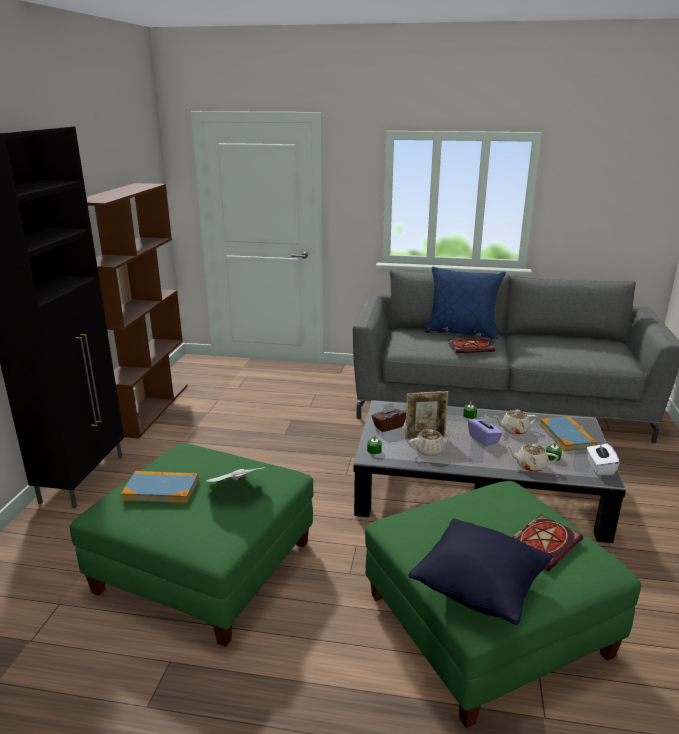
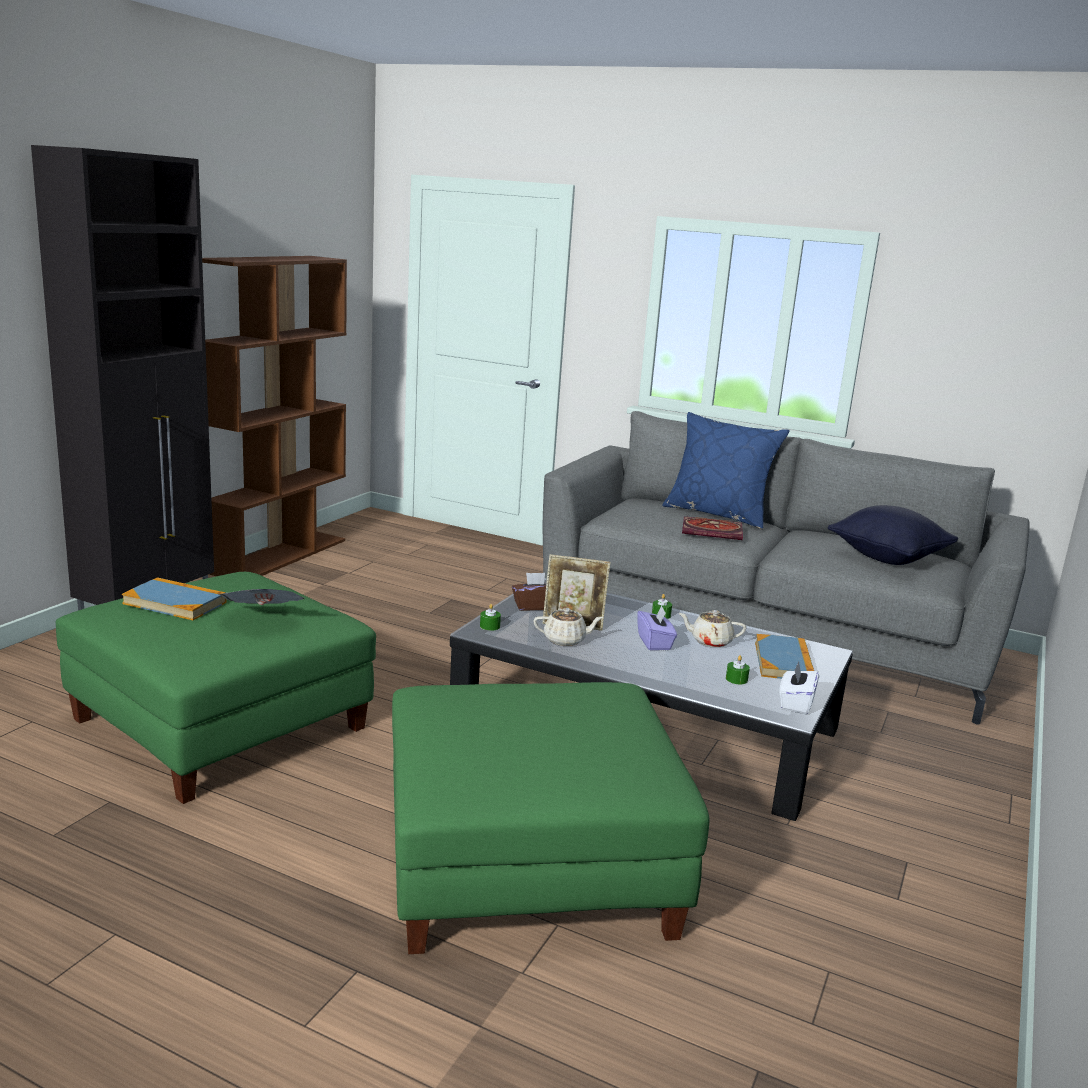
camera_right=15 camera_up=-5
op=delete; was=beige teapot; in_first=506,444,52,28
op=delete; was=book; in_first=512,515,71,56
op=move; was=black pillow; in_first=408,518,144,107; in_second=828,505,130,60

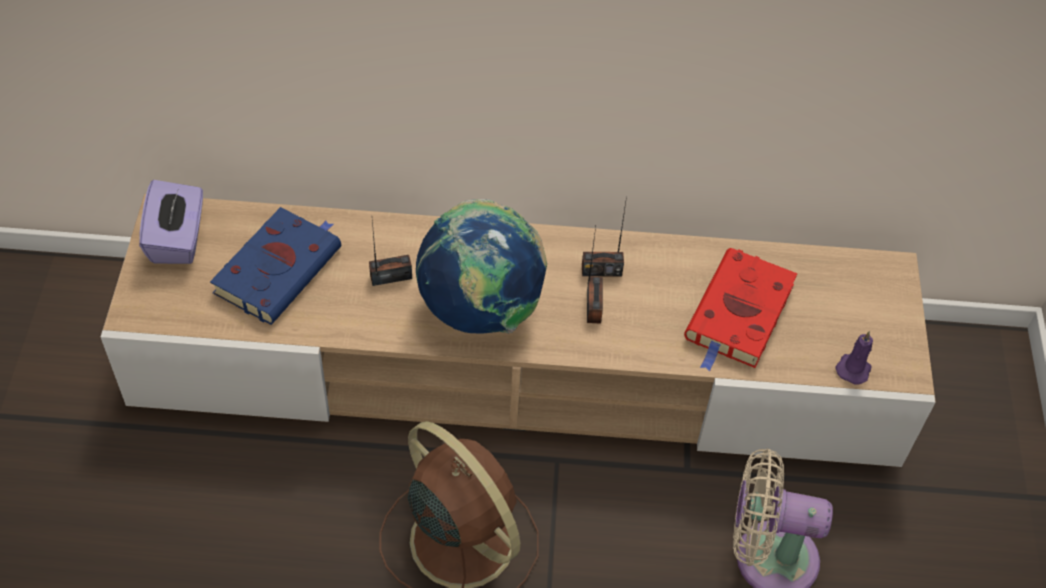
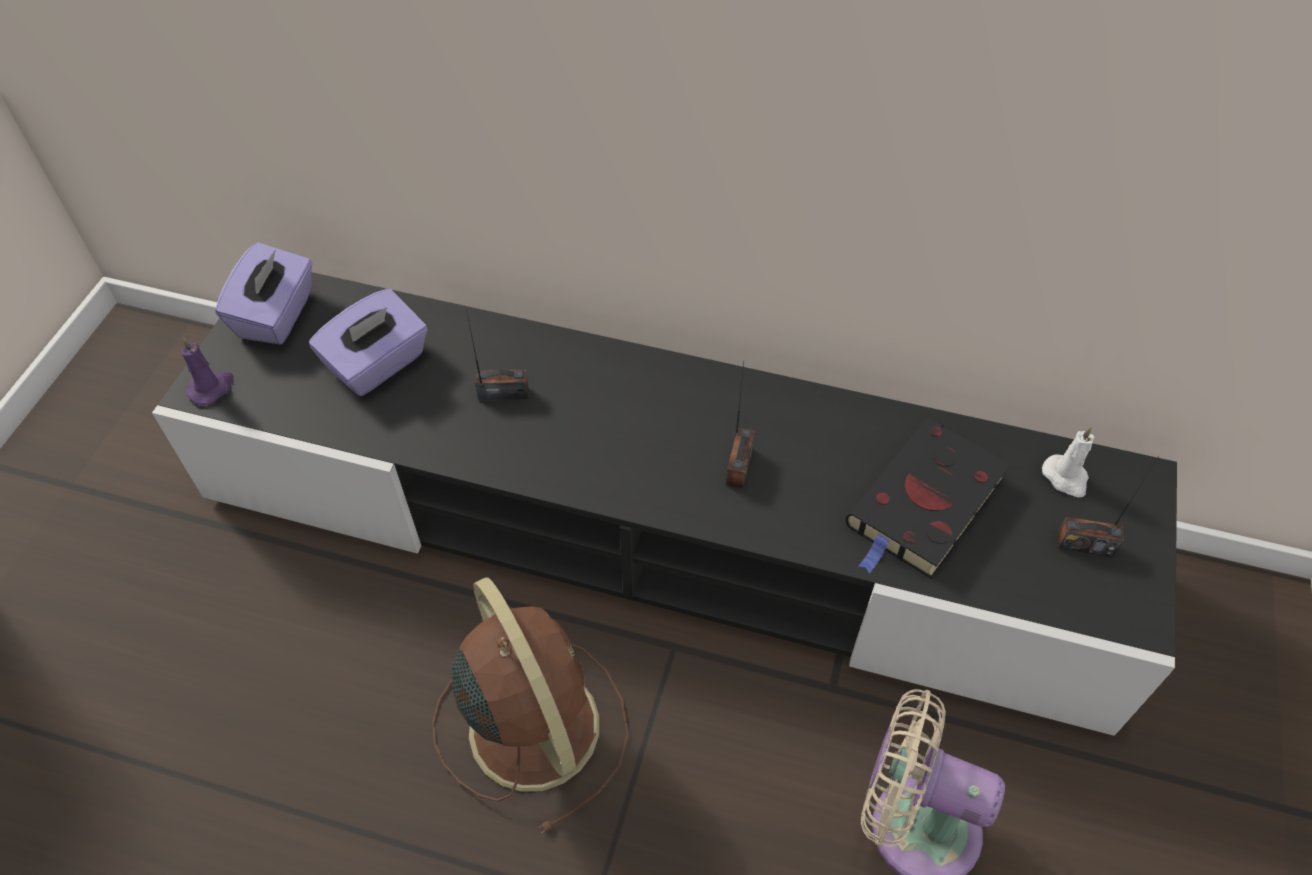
camera_right=15 camera_up=0
op=recolor; was=beige tv stand; now=black tv stand; in_first=101,194,835,273; in_second=152,272,1025,464
op=move; was=radio; in_first=582,196,45,81; in_second=1057,458,101,99
op=delete; was=globe; in_first=416,199,131,135
op=replace; was=blue book; now=purple tissue box; in_first=210,207,131,118; in_second=309,289,119,107
op=recolor; was=red book; now=black book; in_first=684,248,114,124; in_second=846,419,164,160
op=move; was=purple candle; in_first=836,331,37,53; in_second=181,337,53,68
op=insert; now=white candle; in_second=1042,426,52,72

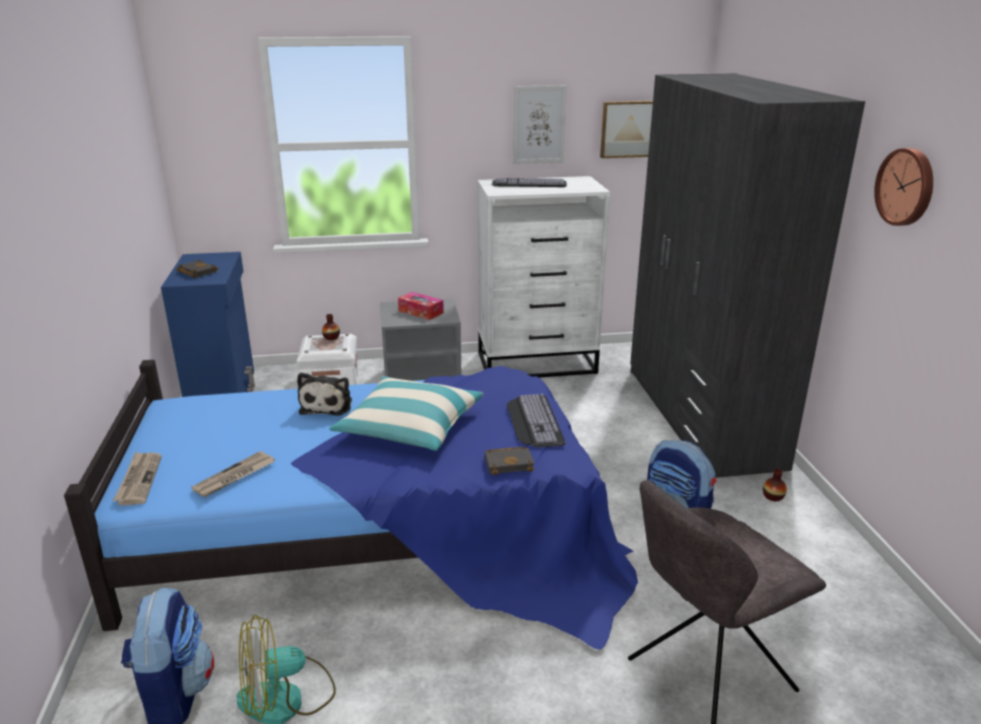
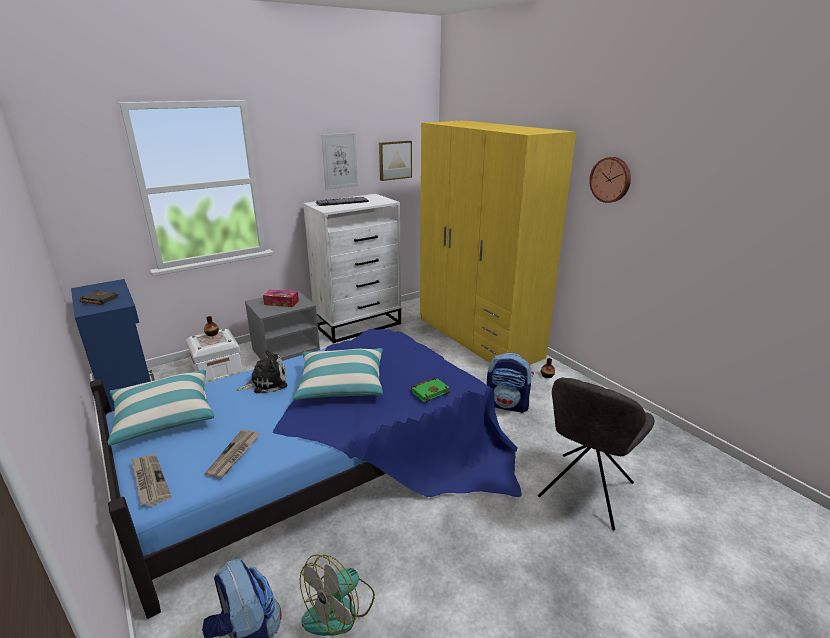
camera_right=-25 camera_up=0
op=recolor; was=grey wardrobe; now=yellow wardrobe; in_first=630,74,235,404; in_second=420,120,156,245
op=rotate; was=plush toy; in_first=297,372,55,44; in_second=237,350,50,43; clockwise=-90
op=delete; was=keyboard; in_first=507,394,58,54
op=recolor; was=black book; now=green book; in_first=485,446,50,29; in_second=411,378,39,24
op=insert; now=pillow; in_second=108,369,106,77

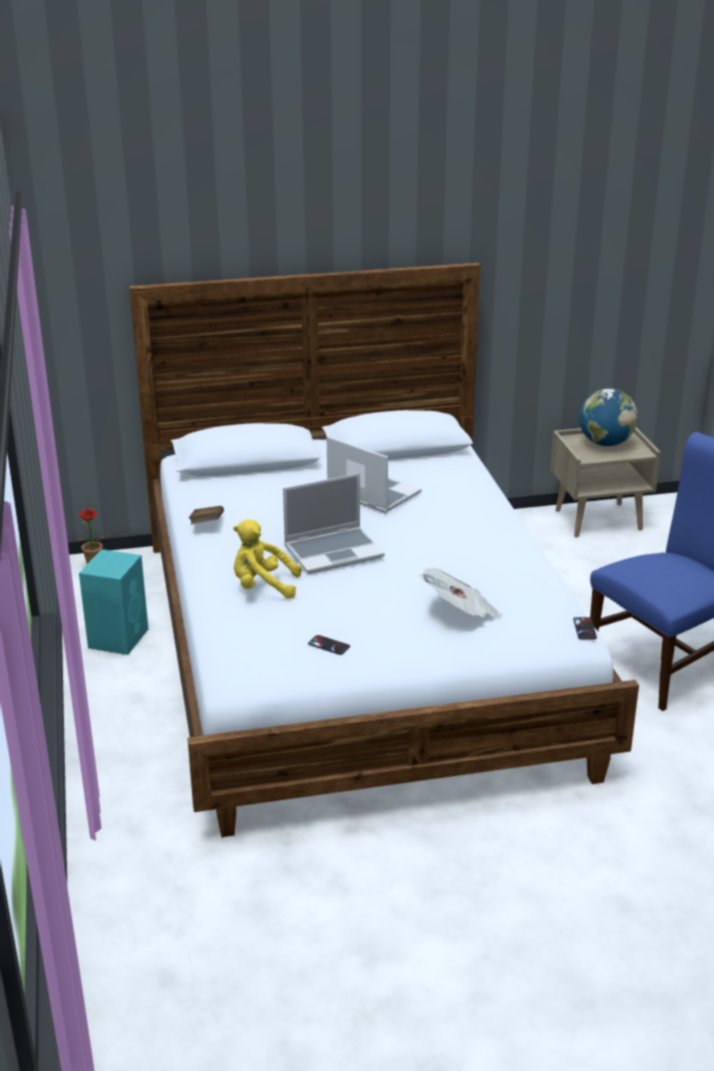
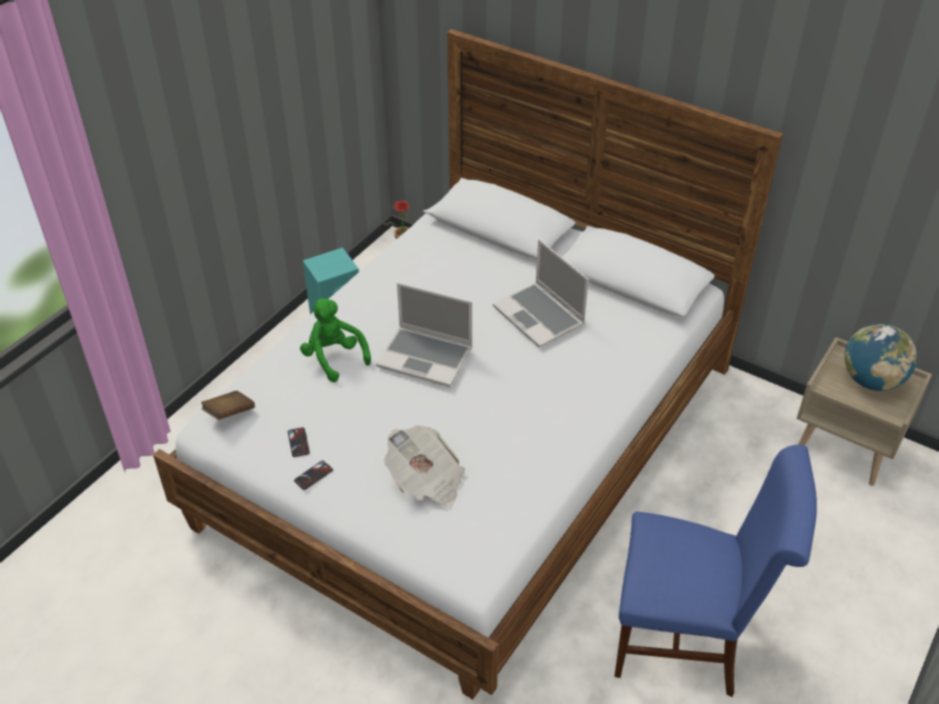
camera_right=45 camera_up=15
op=rotate; was=laptop; in_first=327,436,95,77; in_second=493,239,96,109; clockwise=150
op=move; was=brown book; in_first=189,506,35,19; in_second=201,391,54,29
op=recolor; was=yellow plush toy; now=green plush toy; in_first=233,519,68,80; in_second=300,298,71,84
op=move; was=phone; in_first=573,617,24,22; in_second=294,461,39,29

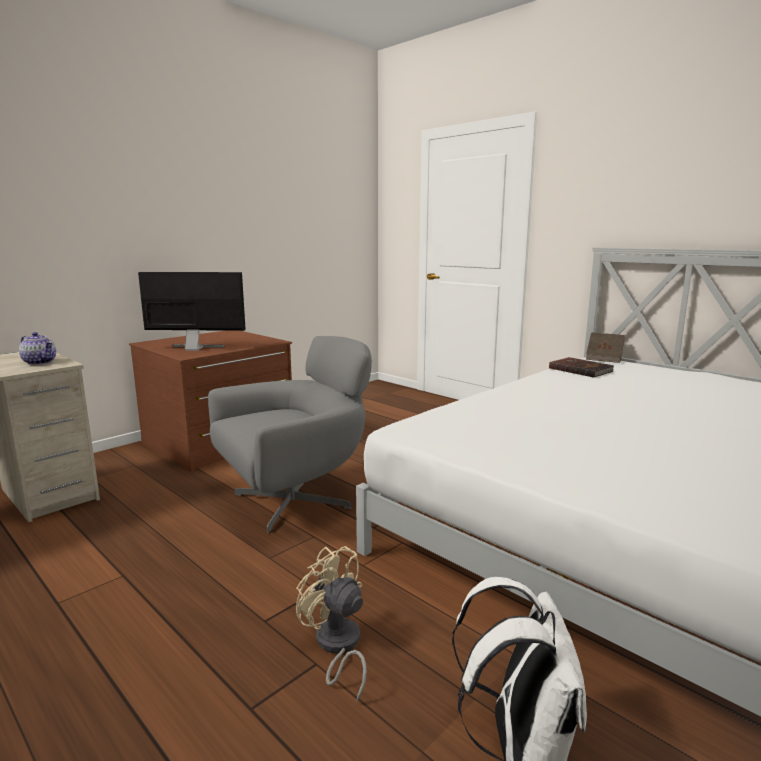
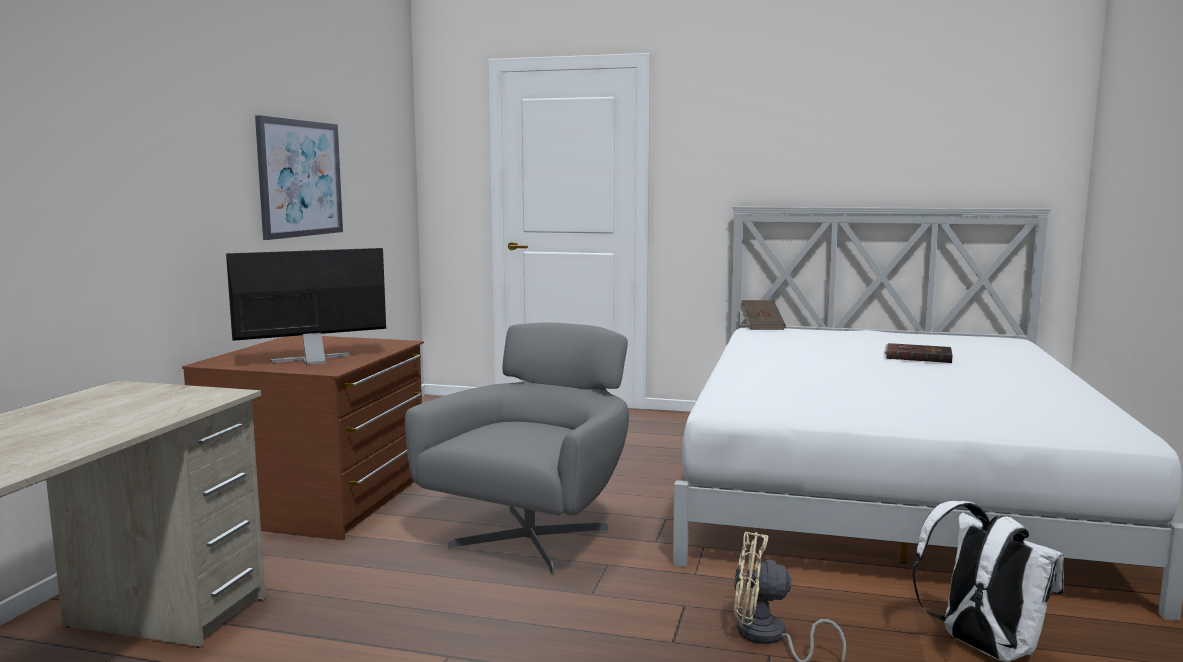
camera_right=-30 camera_up=-5
op=delete; was=teapot; in_first=19,332,37,33
op=move; was=brown book; in_first=549,357,65,21; in_second=884,343,69,20
op=insert; now=picture; in_second=255,115,88,125

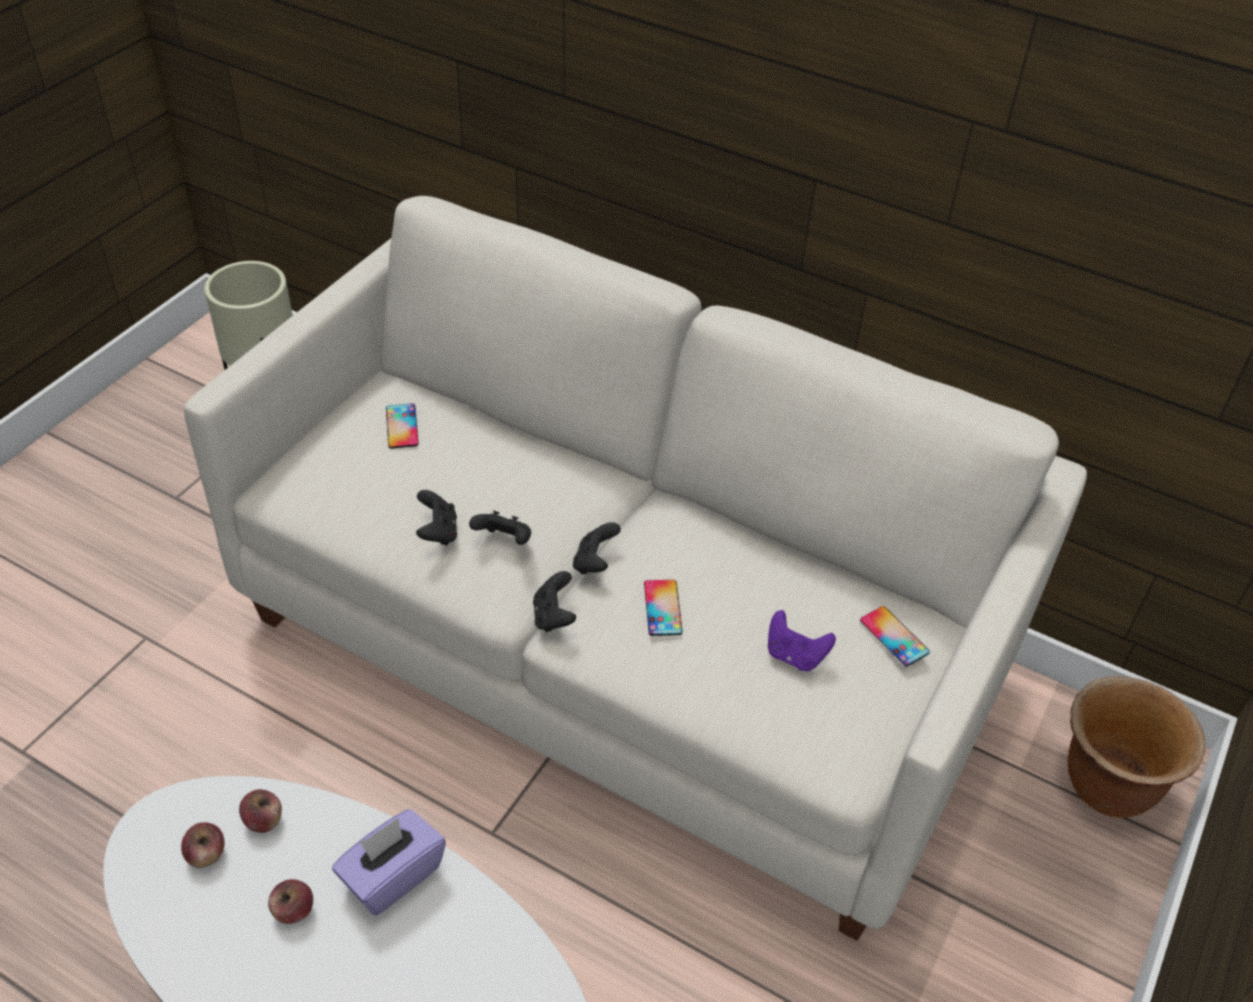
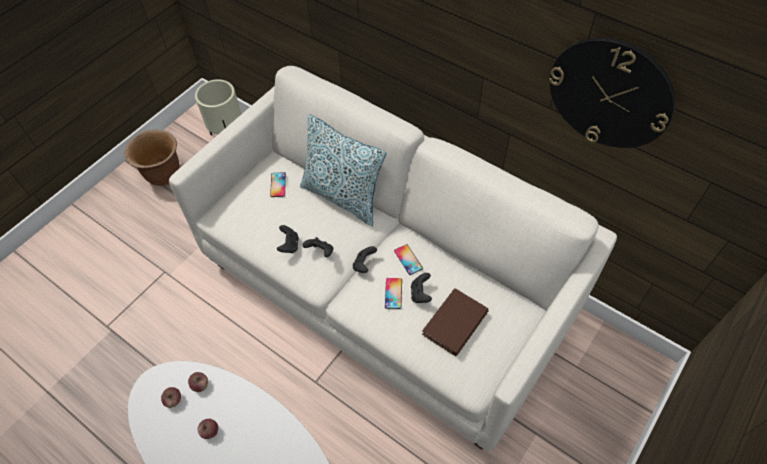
camera_right=10 camera_up=10
op=move; was=black game controller; in_first=533,571,43,61; in_second=411,273,21,30
op=move; was=phone; in_first=860,606,70,61; in_second=394,244,29,31
op=replace; was=purple game controller; now=brown book; in_first=768,610,68,61; in_second=422,288,67,68
op=move; was=brown planter; in_first=1068,676,137,142; in_second=124,130,55,56
op=delete; was=purple tissue box; in_first=332,809,114,107
op=insert; now=wall clock; in_second=549,37,127,111
op=insert; now=pillow; in_second=300,114,87,112

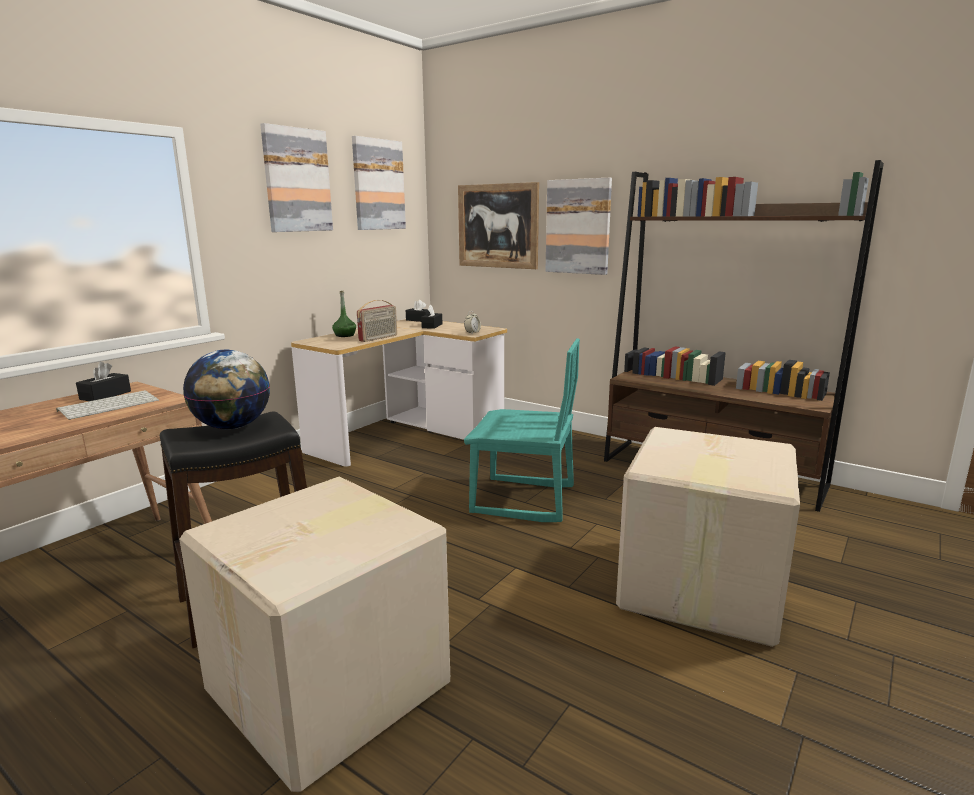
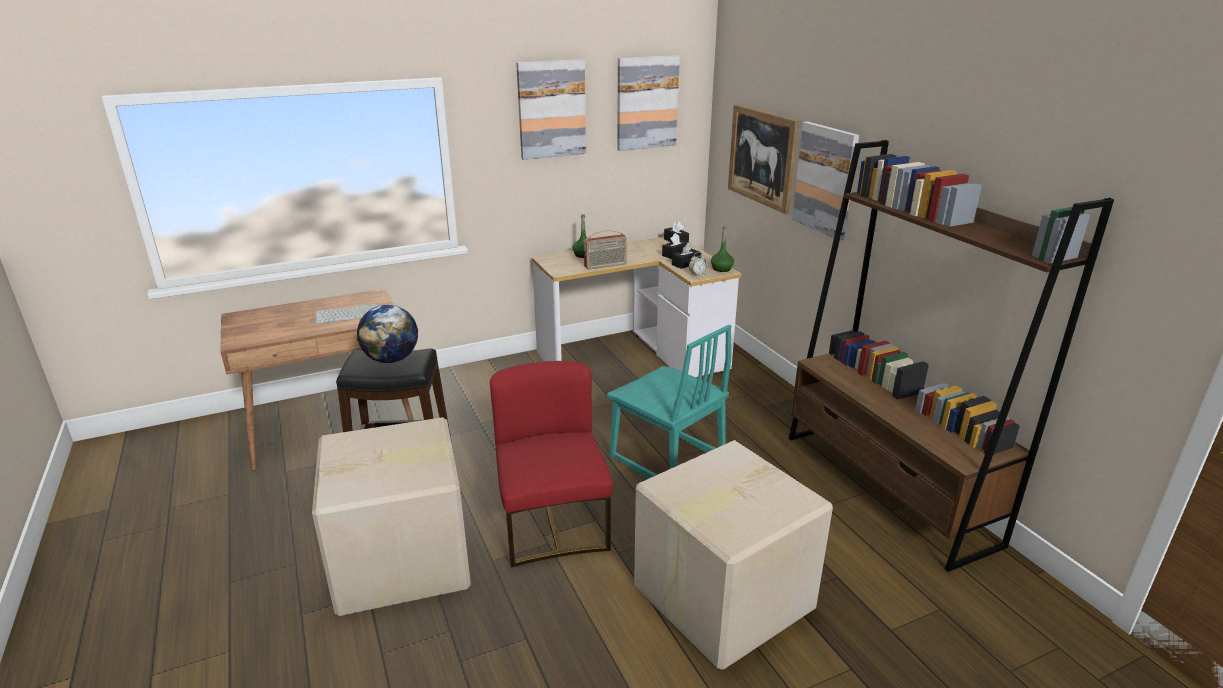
camera_right=30 camera_up=10
op=move; was=black tissue box; in_first=76,362,55,39; in_second=672,242,29,27
op=insert; now=green bottle; in_second=711,226,23,46
op=insert; now=red chair; in_second=490,361,123,206

